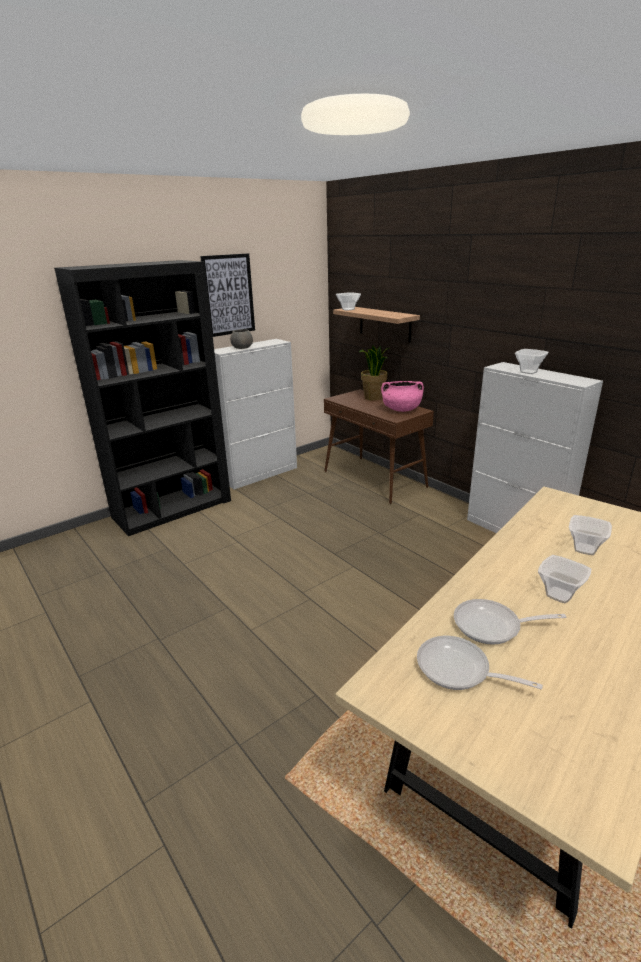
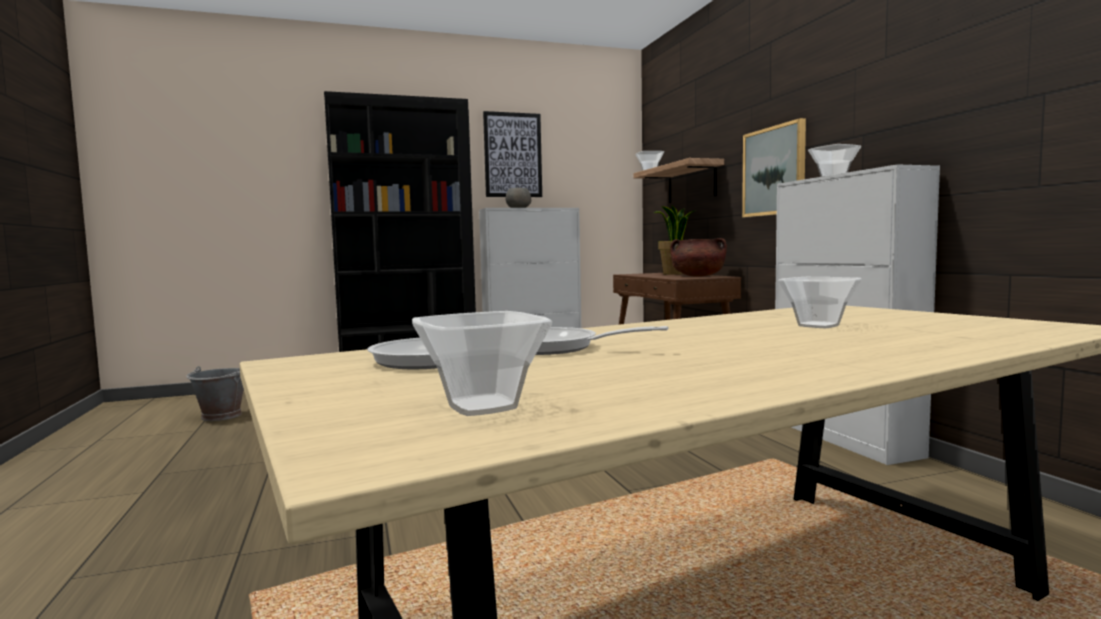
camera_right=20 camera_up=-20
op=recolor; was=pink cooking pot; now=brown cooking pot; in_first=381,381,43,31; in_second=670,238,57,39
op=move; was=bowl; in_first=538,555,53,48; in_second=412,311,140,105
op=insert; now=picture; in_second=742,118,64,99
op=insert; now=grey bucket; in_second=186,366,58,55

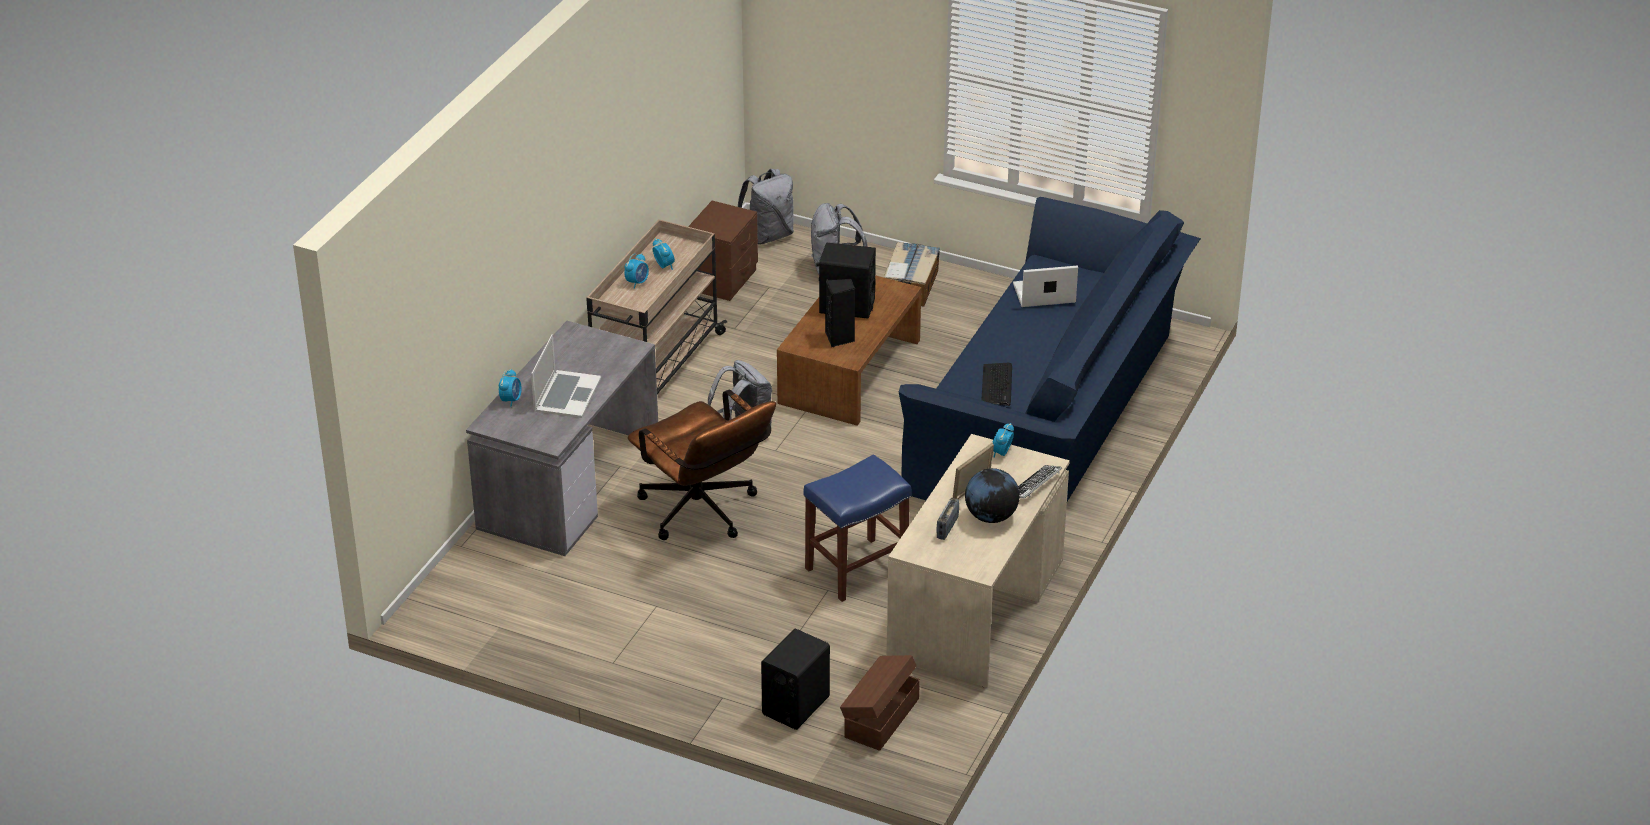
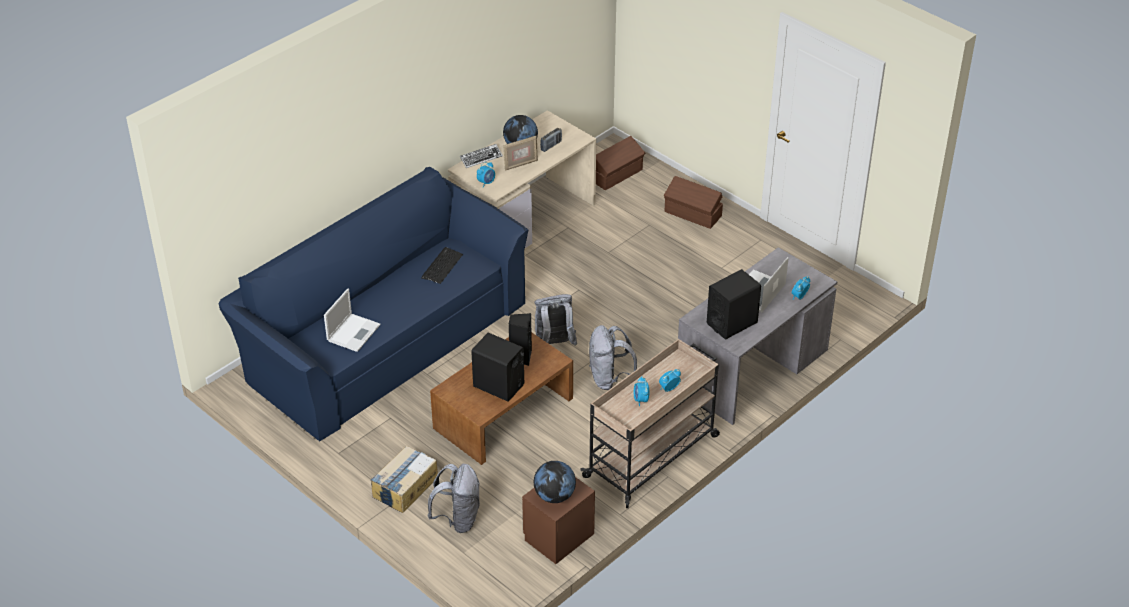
camera_right=-160 camera_up=5
op=move; was=grey backpack; in_first=738,169,56,75; in_second=535,294,42,52
op=rotate; was=laptop; in_first=1013,266,65,41; in_second=324,288,56,64; clockwise=-75
op=delete; was=brown office chair; in_first=628,390,148,150
op=delete; was=blue stool; in_first=804,454,108,148
op=move; was=black speaker; in_first=761,629,69,101; in_second=707,269,54,70
op=insert; now=brown storage box; in_second=664,176,59,53
op=insert; now=globe; in_second=534,461,42,42

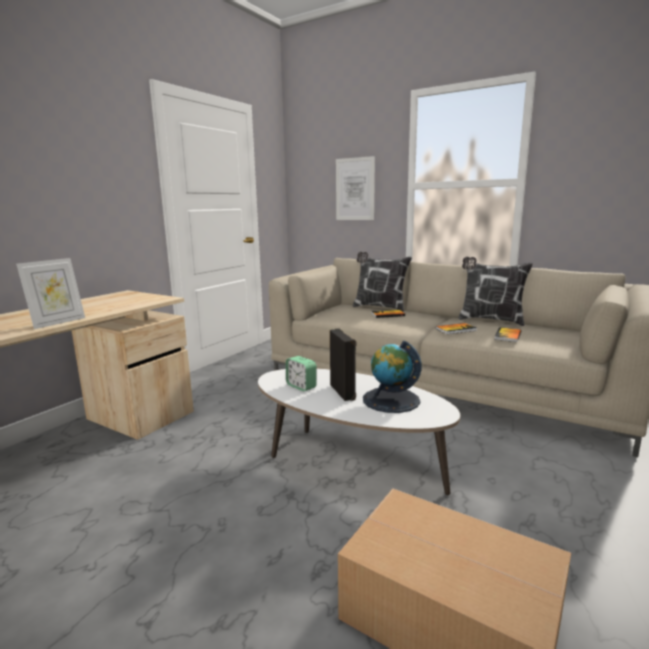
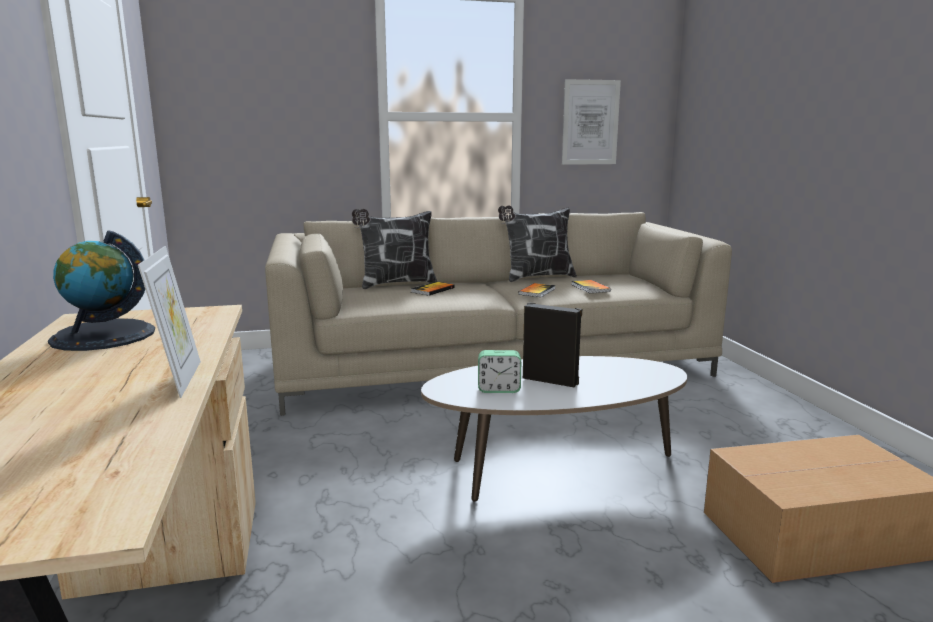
camera_right=-45 camera_up=0
op=move; was=picture; in_first=336,156,39,64; in_second=562,79,59,86
op=move; was=globe; in_first=363,340,59,73; in_second=48,231,107,120

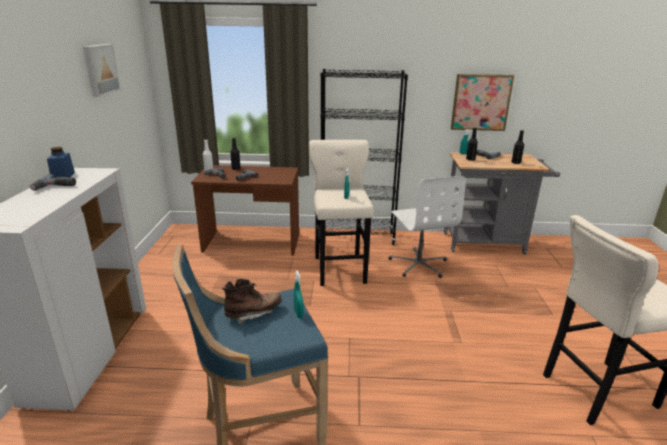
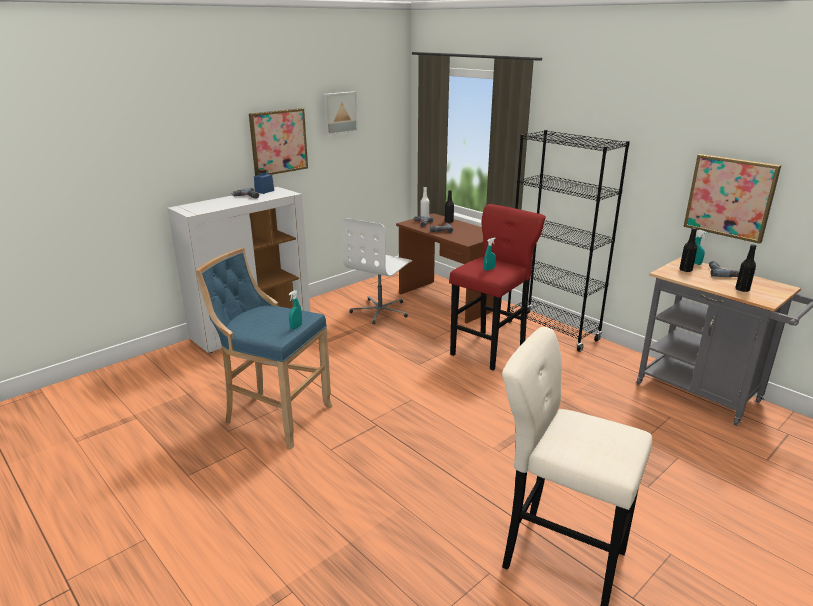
camera_right=45 camera_up=0
op=recolor; was=beige stool; now=red stool; in_first=309,140,65,146; in_second=449,204,97,167
op=move; was=white office chair; in_first=389,176,77,102; in_second=342,218,70,106
op=delete; was=brown boot; in_first=222,279,60,45
op=insert; now=picture; in_second=249,108,59,68

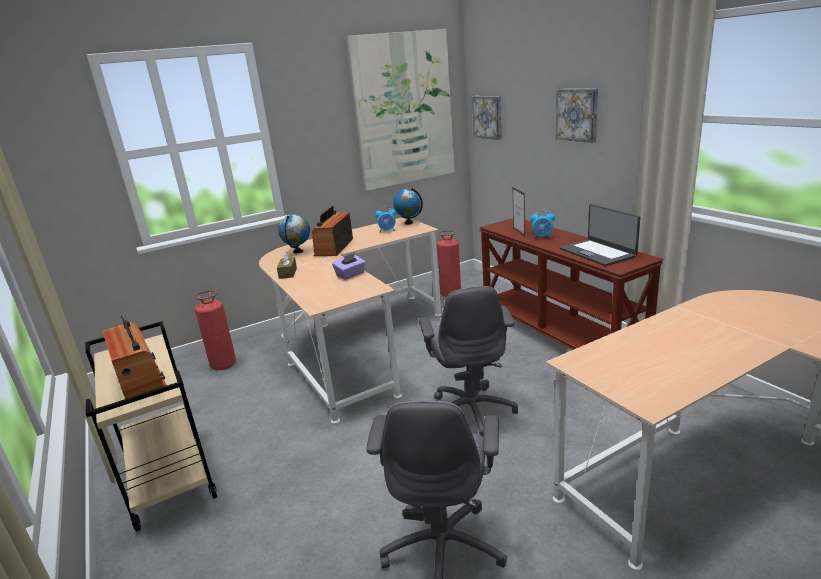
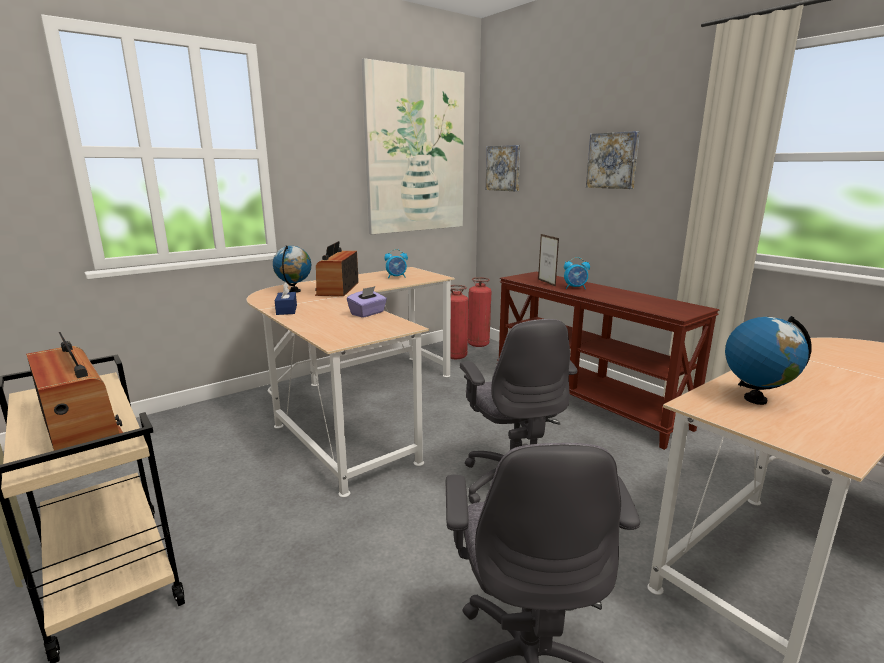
camera_right=-10 camera_up=-5
op=move; was=globe; in_first=393,188,30,36; in_second=725,316,87,89
op=delete; was=laptop; in_first=560,204,80,62
op=recolor; was=brown tissue box; now=blue tissue box; in_first=277,251,20,28; in_second=275,282,22,33
op=move; was=fire extinguisher; in_first=195,290,41,80; in_second=468,277,23,70

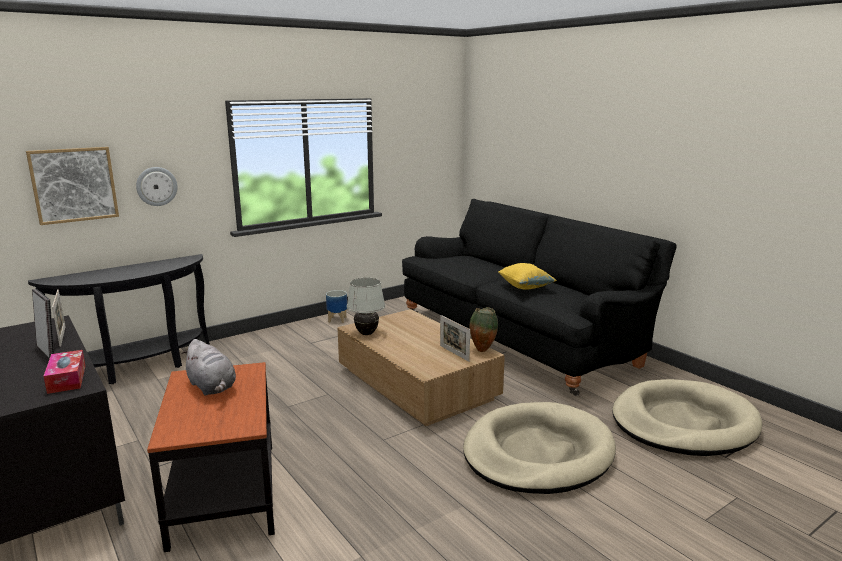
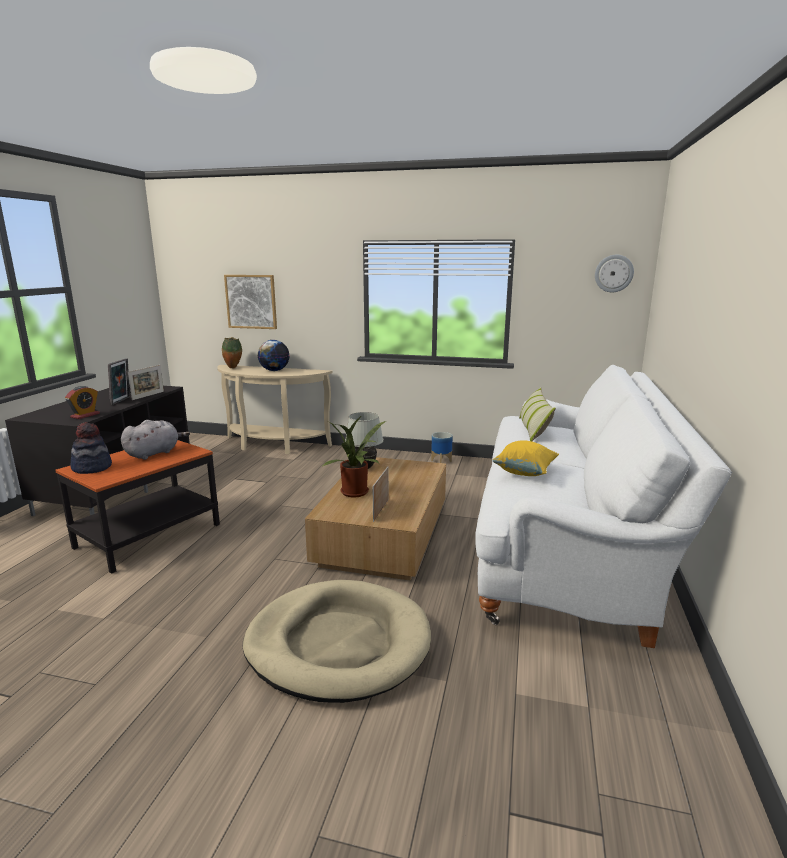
camera_right=50 camera_up=0
op=move; was=wall clock; in_first=136,167,42,39; in_second=595,255,39,37
op=recolor; was=black sofa; now=white sofa; in_first=402,199,275,197; in_second=475,365,257,283
op=recolor; was=black console table; now=beige console table; in_first=28,254,182,130; in_second=217,365,116,90
op=move; was=vase; in_first=470,307,28,45; in_second=222,337,20,31
op=rotate; was=grey plush toy; in_first=182,339,54,57; in_second=121,420,69,40; clockwise=-150
op=replace; was=tissue box; now=alarm clock; in_first=43,350,42,44; in_second=65,386,35,33
op=delete; was=beige dog bed; in_first=613,379,150,77
op=insert; now=globe; in_second=258,340,32,31
op=insert; now=pillow; in_second=519,387,37,54
op=insert; now=potted plant; in_second=323,415,63,82
op=insert; now=hat; in_second=71,422,41,52

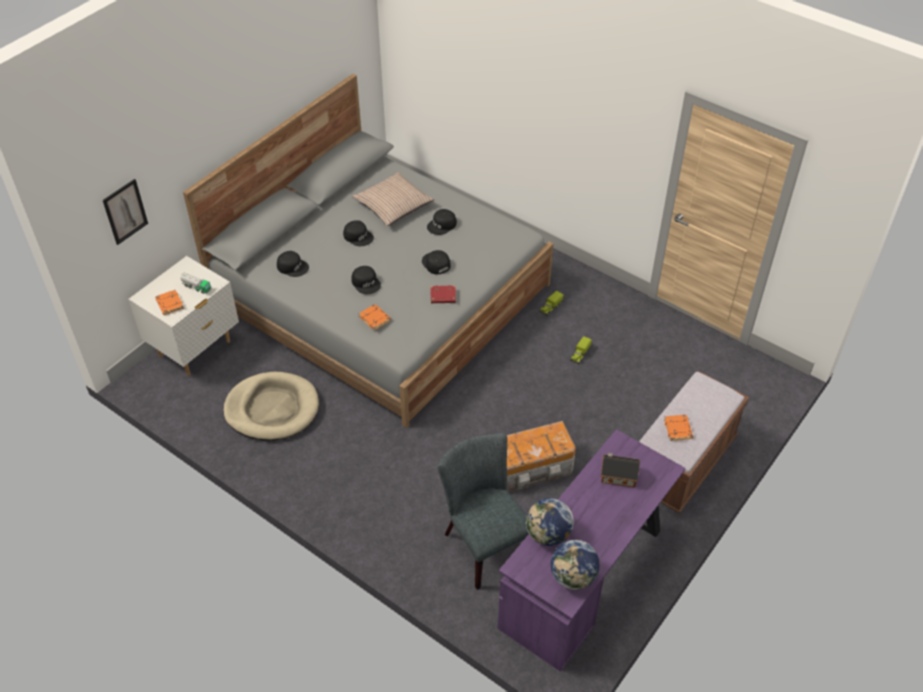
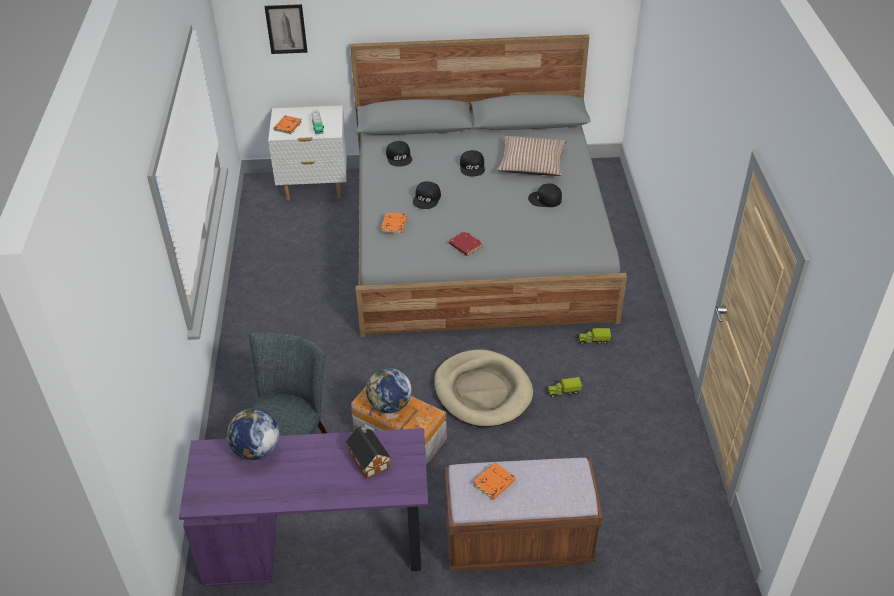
camera_right=50 camera_up=-5
op=delete; was=black cap; in_first=422,250,29,25
op=move; was=beige dog bed; in_first=223,372,96,69; in_second=434,350,99,77
op=move; was=globe; in_first=551,540,49,50; in_second=366,368,46,45

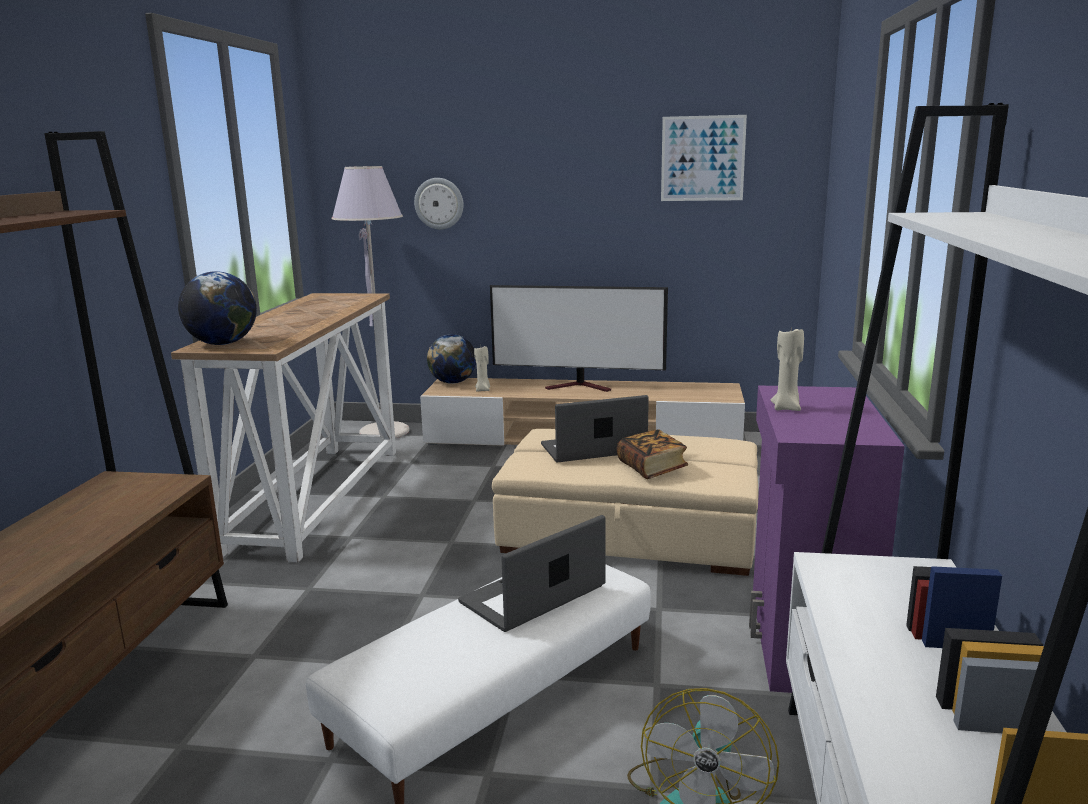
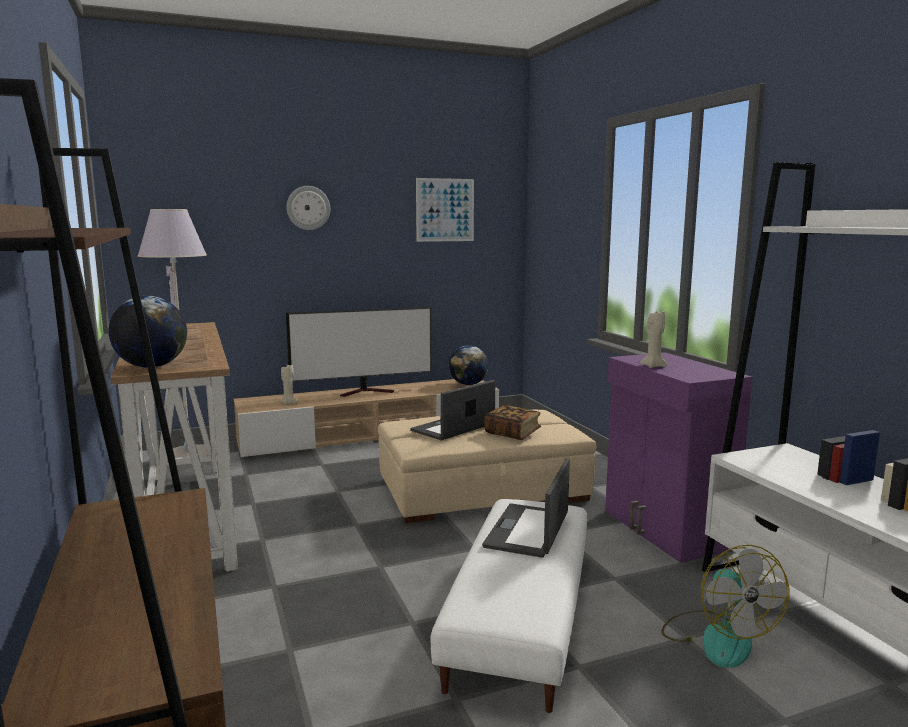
camera_right=-30 camera_up=-5
op=move; was=wall clock; in_first=414,178,50,52; in_second=287,186,43,44
op=move; was=globe; in_first=427,334,49,50; in_second=449,345,40,40

